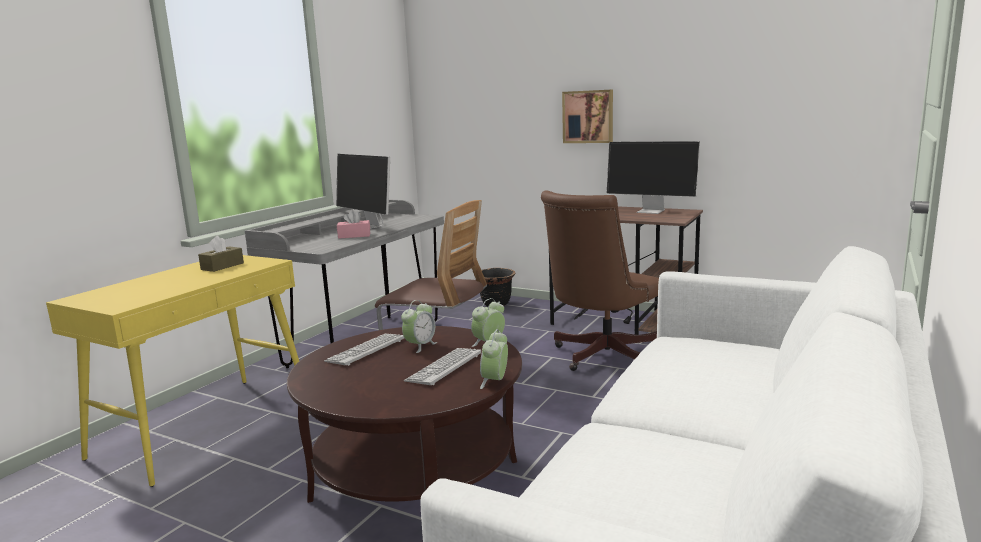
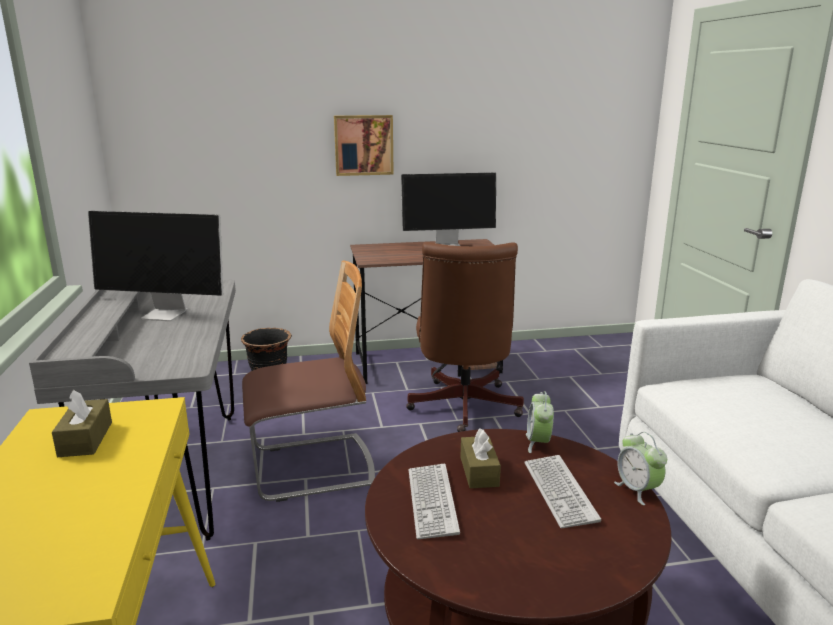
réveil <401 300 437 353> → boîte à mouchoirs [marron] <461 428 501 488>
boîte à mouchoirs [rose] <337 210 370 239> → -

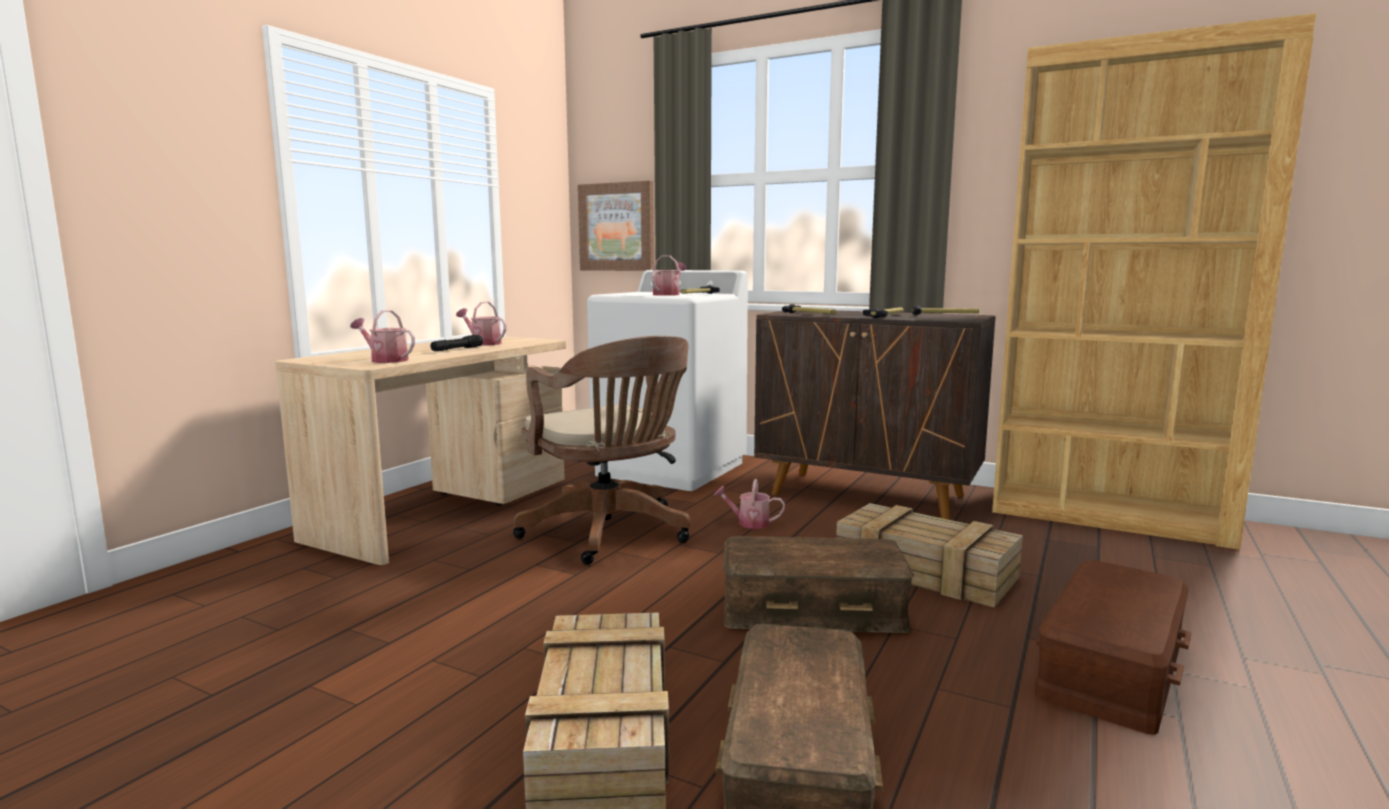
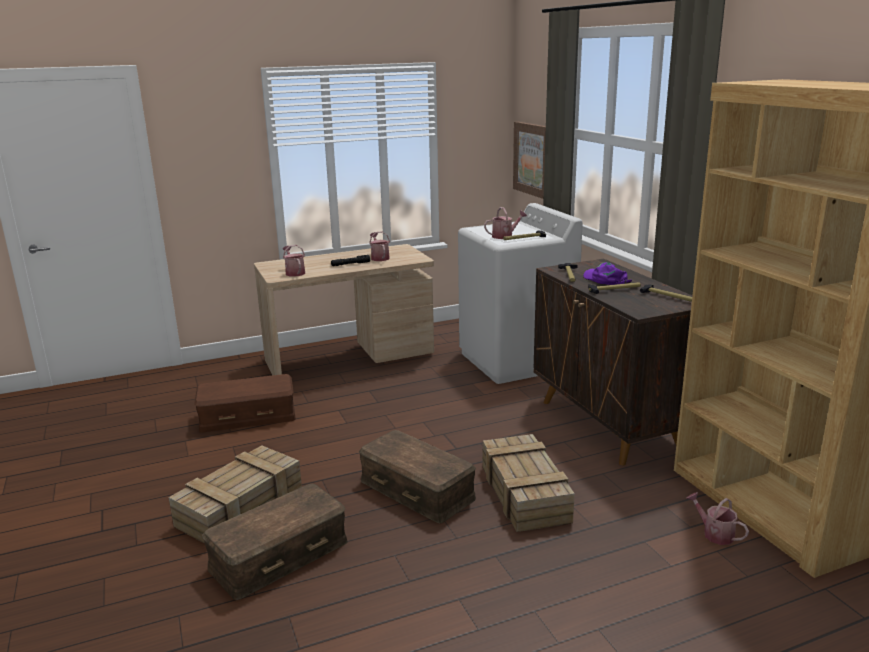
boîte de rangement [marron] <1034 560 1192 735> → boîte de rangement [marron] <194 374 296 433>, relocated
- → casquette [violet] <583 262 632 285>
arrosoir <714 479 785 529> → arrosoir <686 492 749 545>, relocated
chaise de bureau [marron] <513 336 691 565> → -

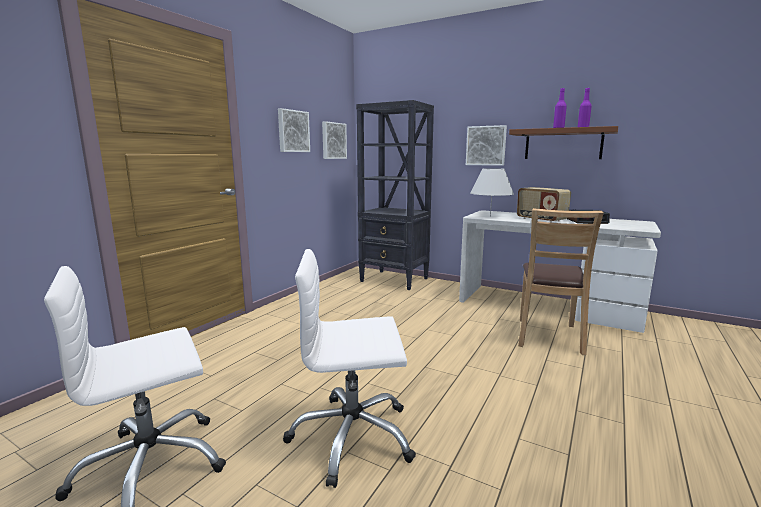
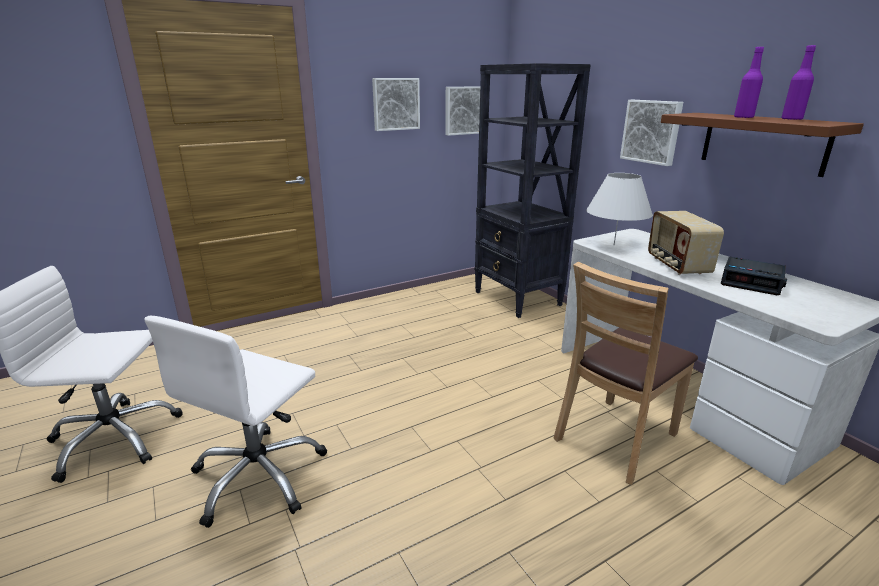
chaise de bureau [blanc] <283 249 416 488> → chaise de bureau [blanc] <144 316 327 528>, 90 degrees counterclockwise

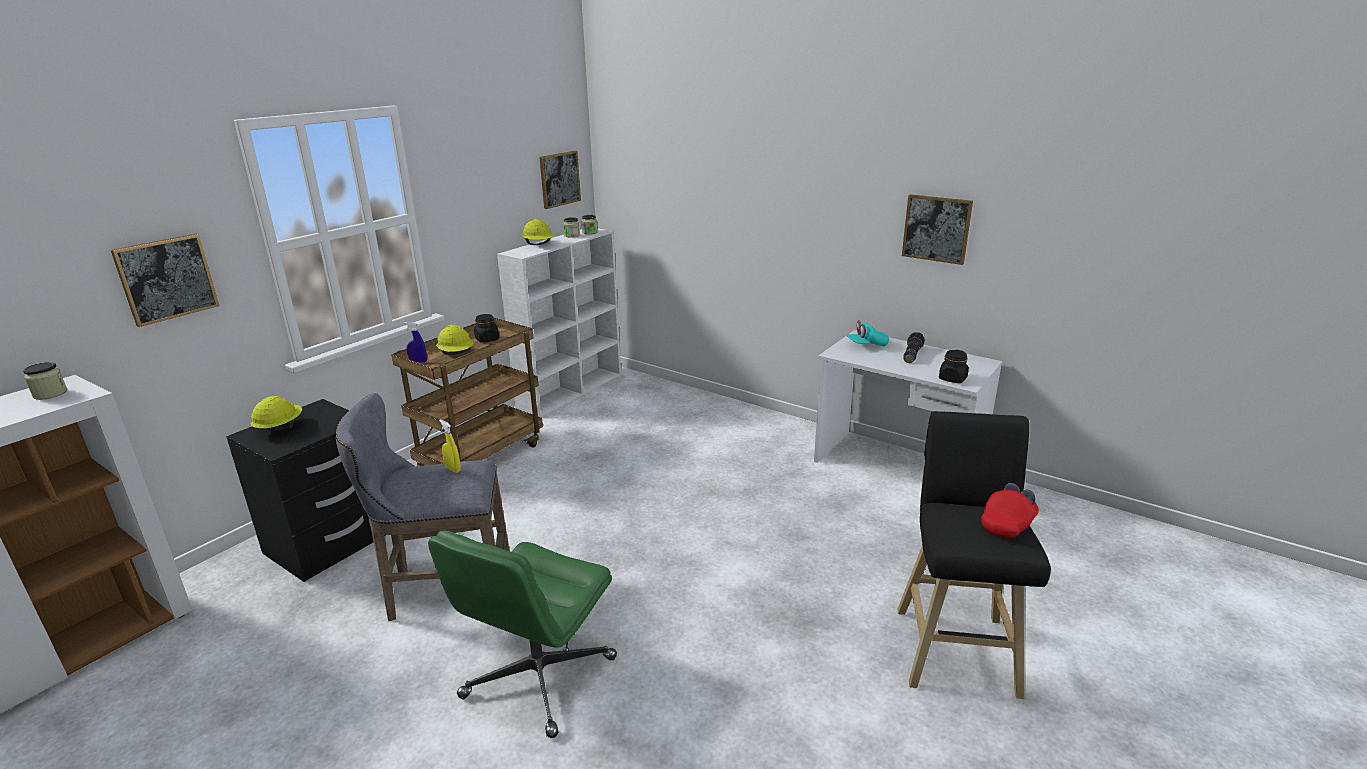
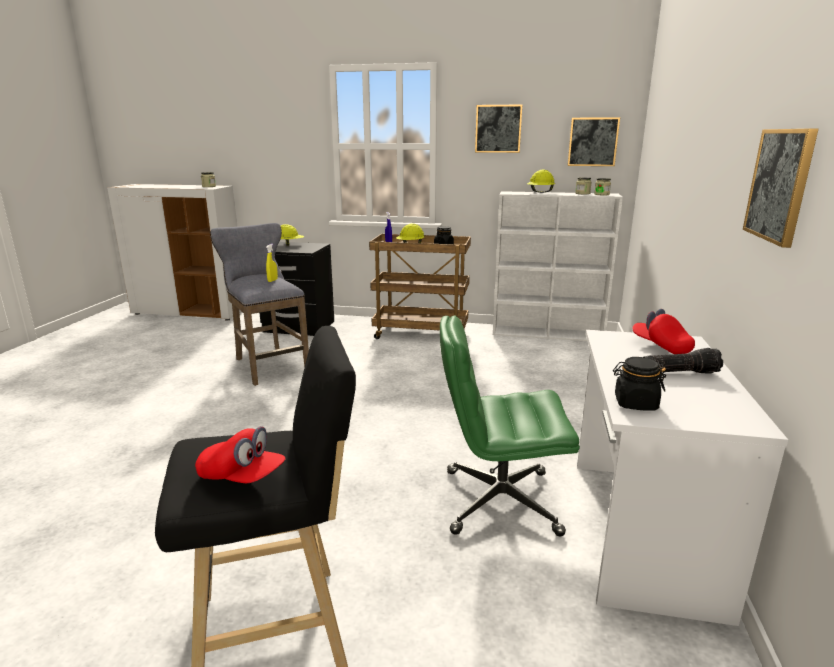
chaise de bureau [vert] <428 531 617 738> → chaise de bureau [vert] <440 315 580 536>, relocated
tableau <111 234 219 327> → tableau <475 105 522 153>, relocated
casquette [turquoise] <846 320 889 346> → casquette [rouge] <632 309 695 354>

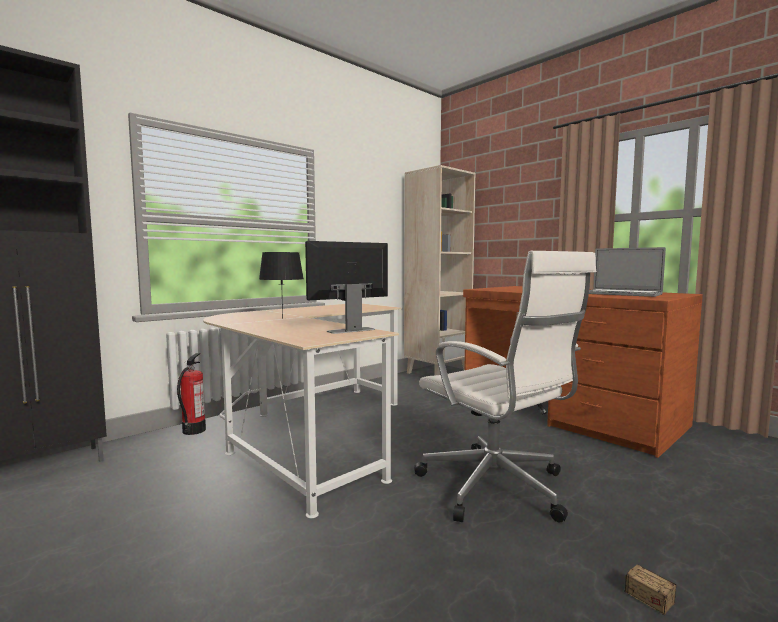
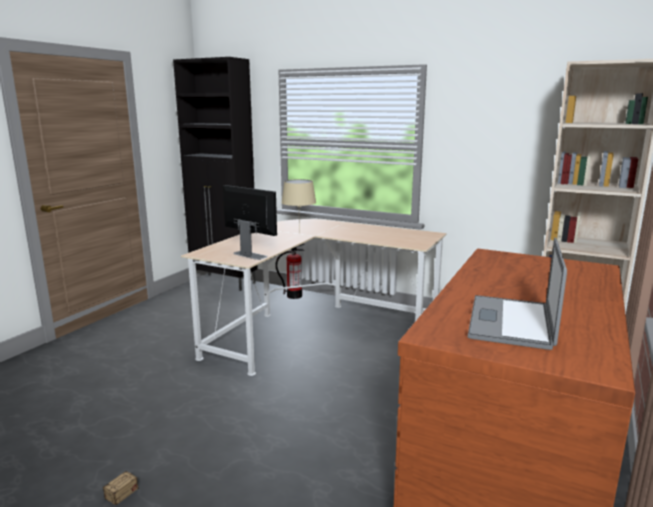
lampe de table [noir] <259 252 304 319> → lampe de table [beige] <281 179 316 233>
chaise de bureau [blanc] <414 251 596 522> → -

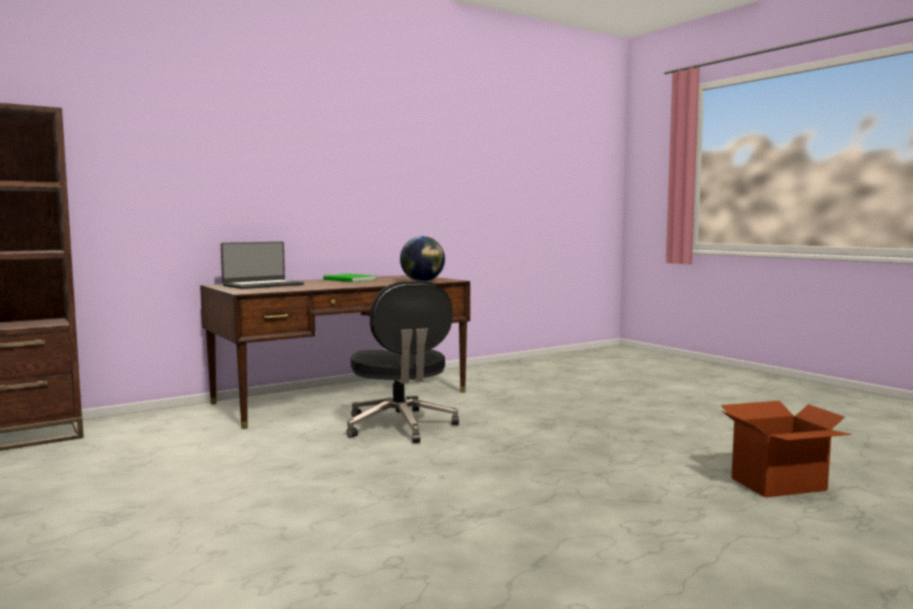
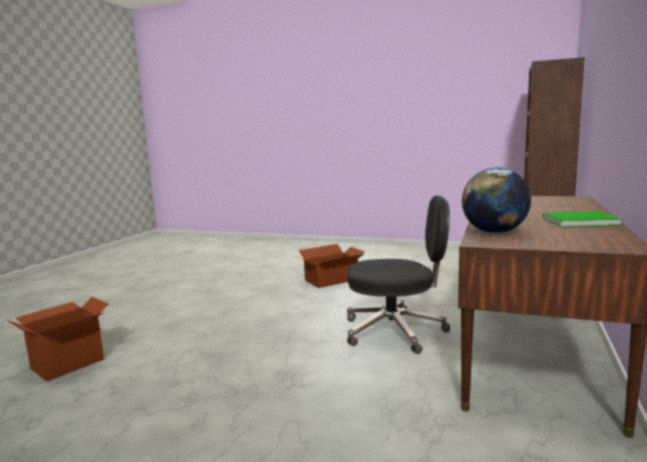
- → carton <296 244 365 288>
chaise de bureau [noir] <346 281 459 443> → chaise de bureau [noir] <347 196 450 354>, 150 degrees clockwise
ordinateur portable <221 242 304 289> → -

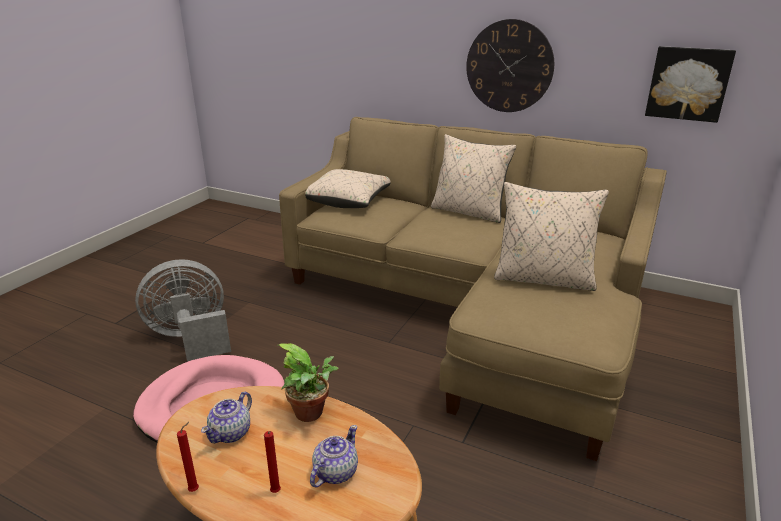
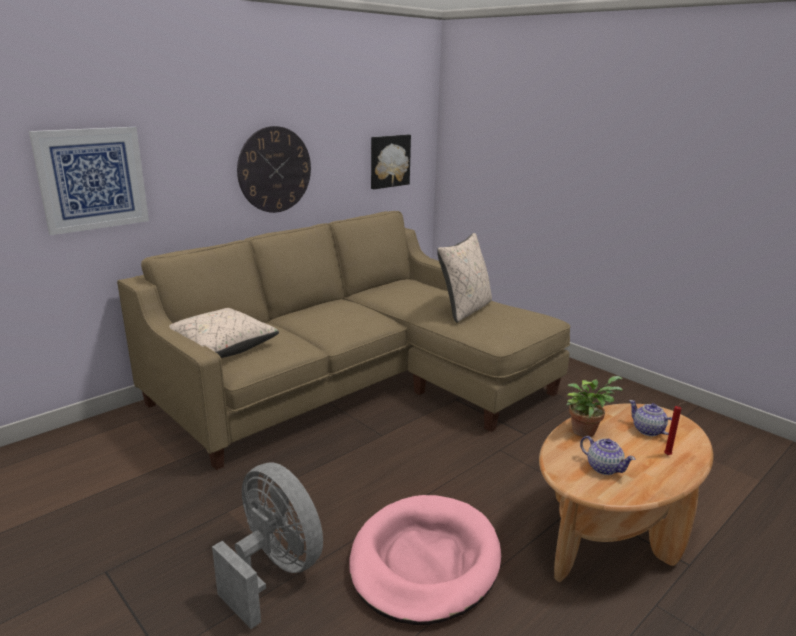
- → tableau <29 127 149 235>
ventilateur [gris] <135 259 231 361> → ventilateur [gris] <212 462 323 629>, 135 degrees clockwise
bougie [rouge] <177 422 199 492> → -
coussin [beige] <431 134 516 223> → -

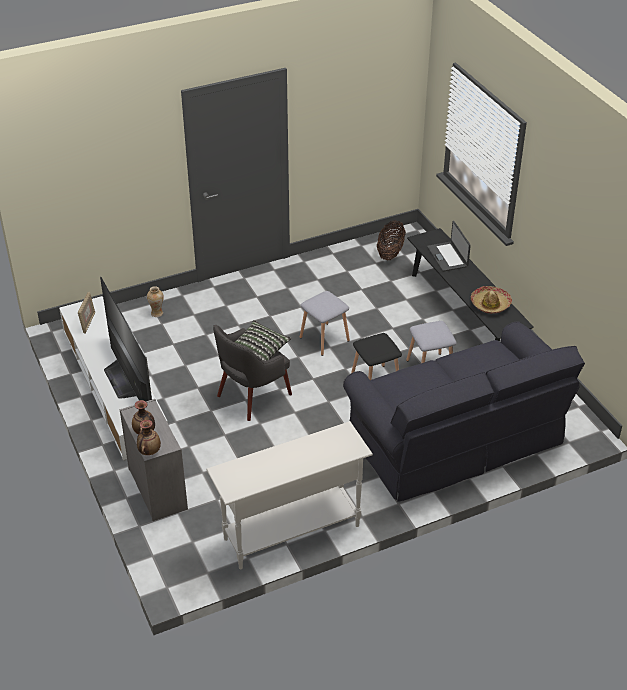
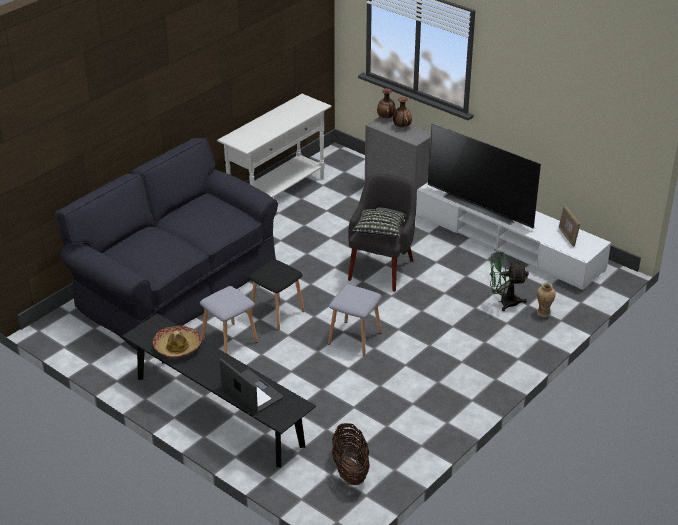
- → ventilateur [vert] <490 252 529 311>

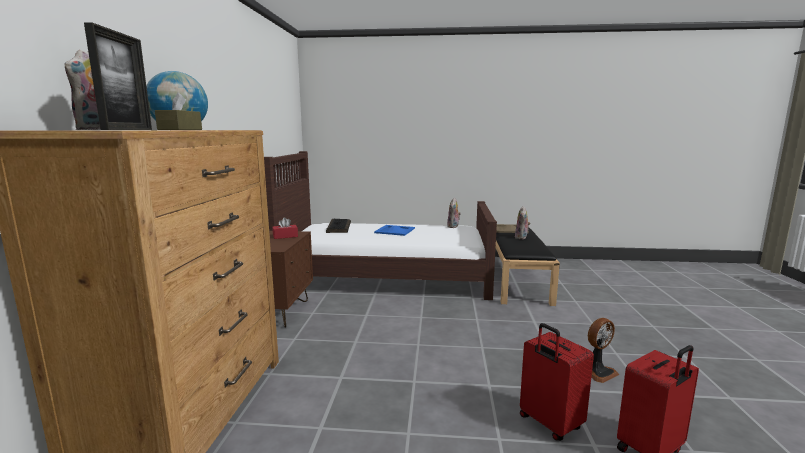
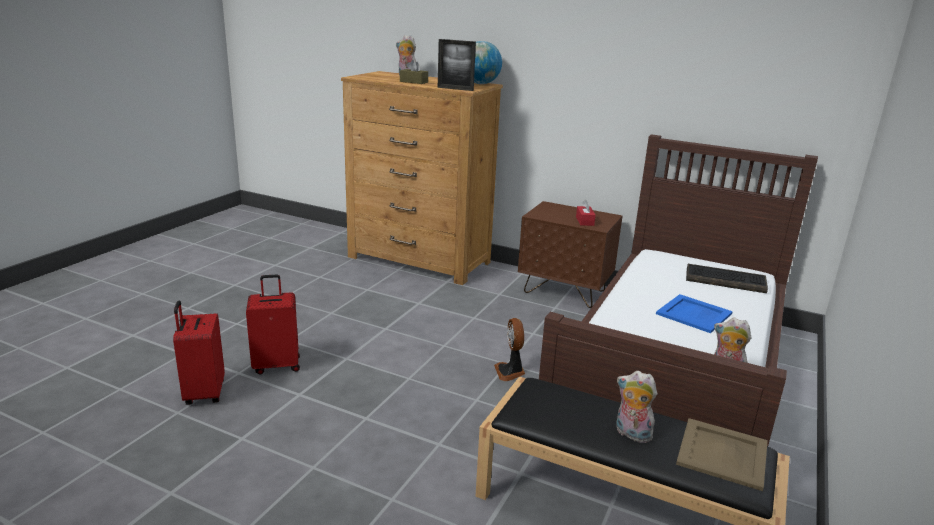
cadre photo <84 22 152 130> → cadre photo <438 39 476 91>, relocated
ventilateur <588 318 620 383> → ventilateur <494 318 525 381>, relocated

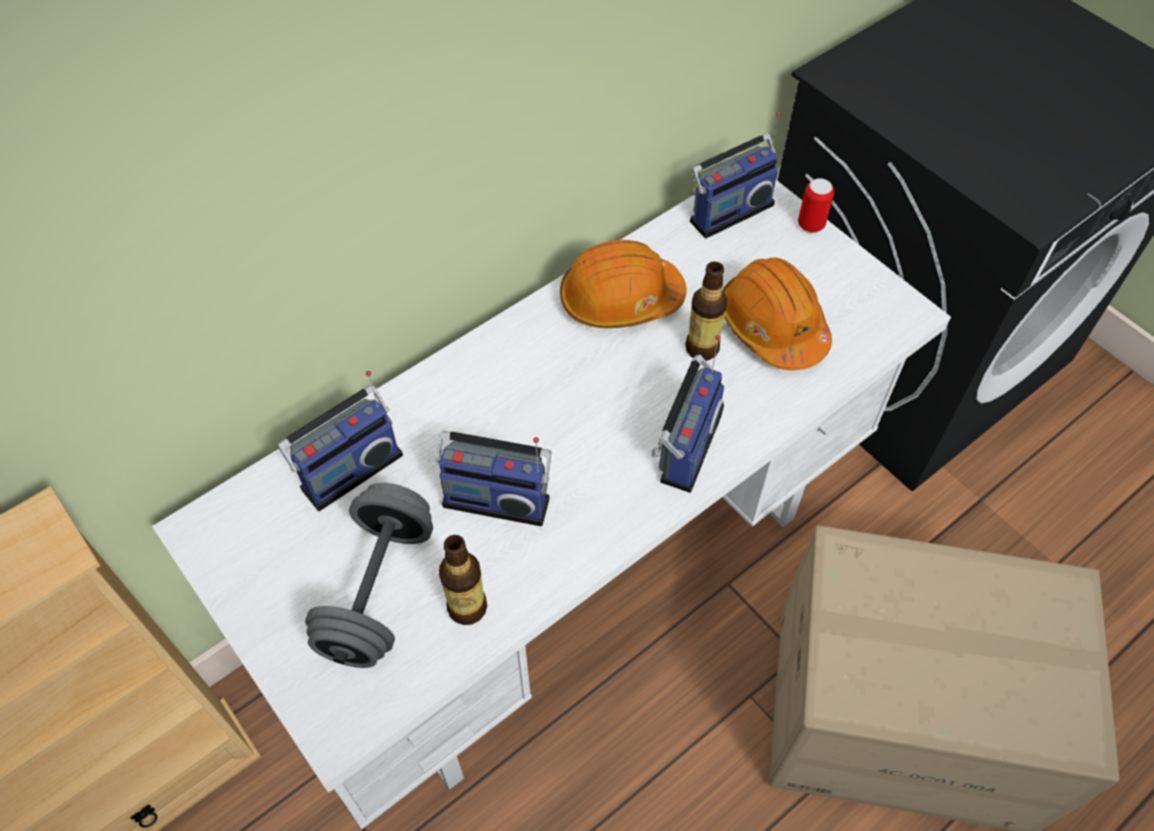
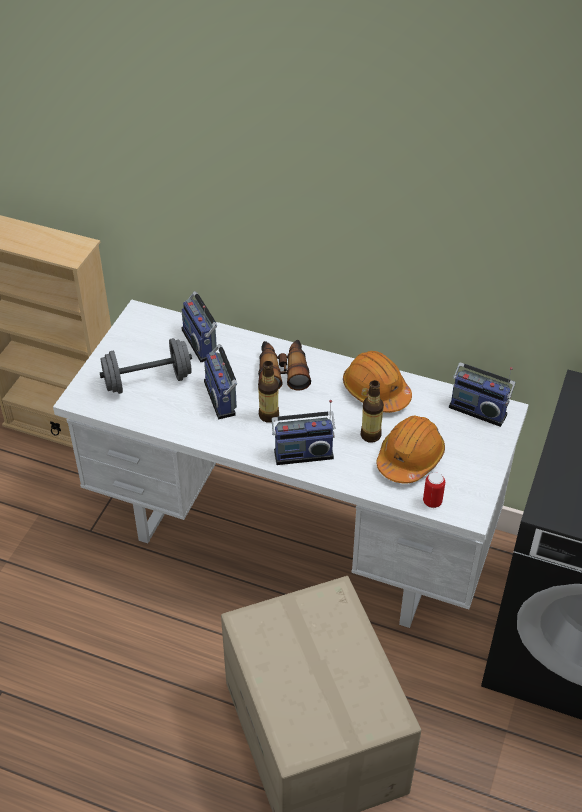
radio <277 371 403 511> → radio <181 291 217 362>, 45 degrees clockwise
- → jumelles <258 340 311 390>
bouteille <439 535 487 625> → bouteille <258 361 279 423>, relocated
boîte métallique <798 178 834 233> → boîte métallique <423 472 445 508>, relocated

